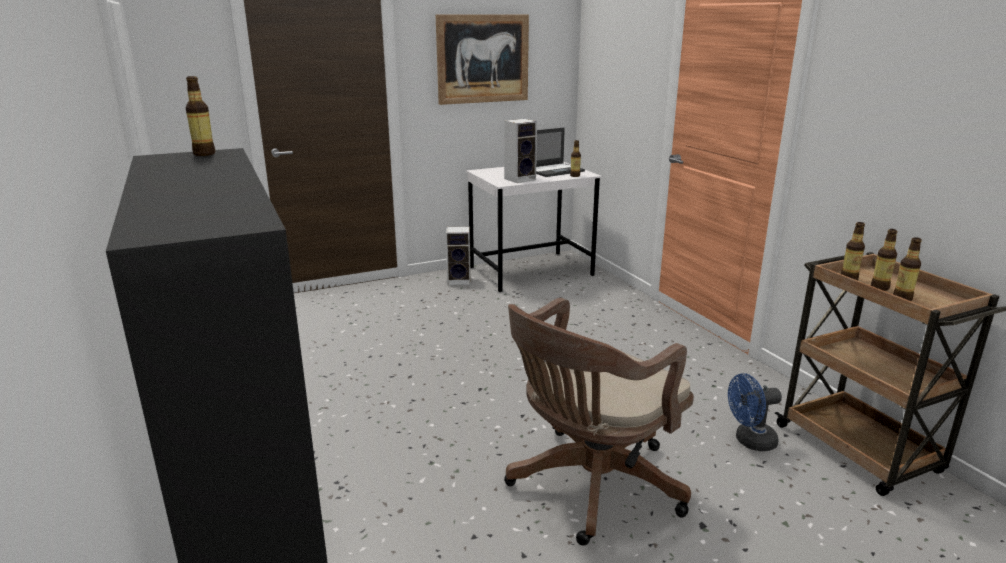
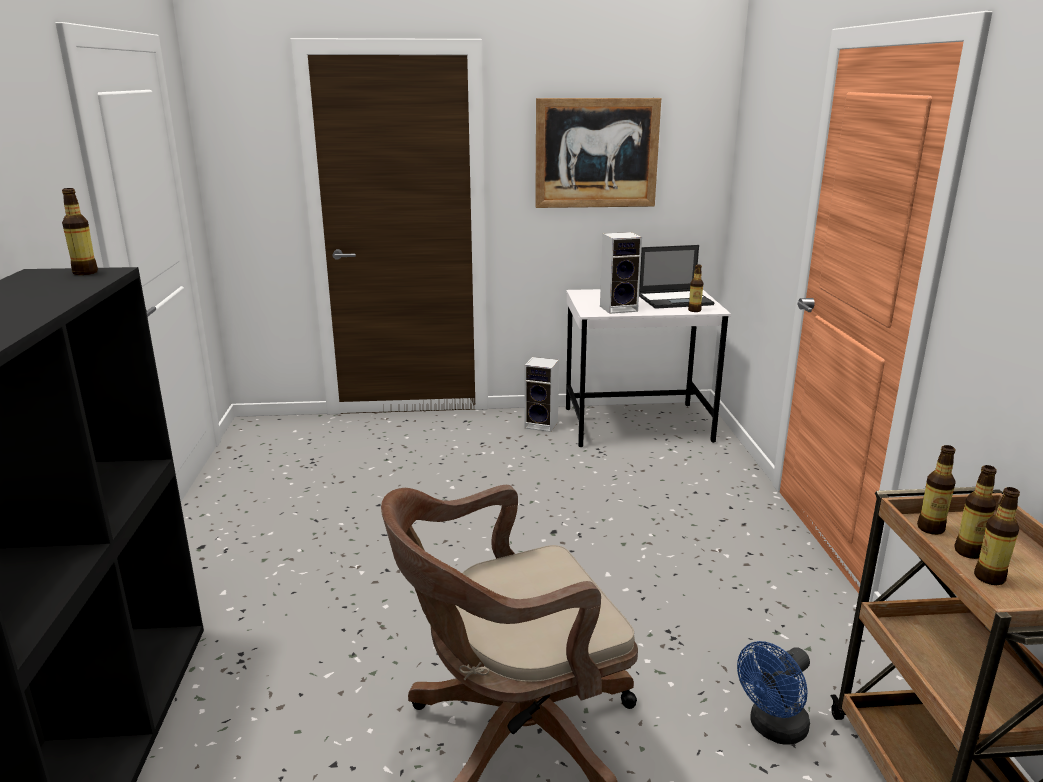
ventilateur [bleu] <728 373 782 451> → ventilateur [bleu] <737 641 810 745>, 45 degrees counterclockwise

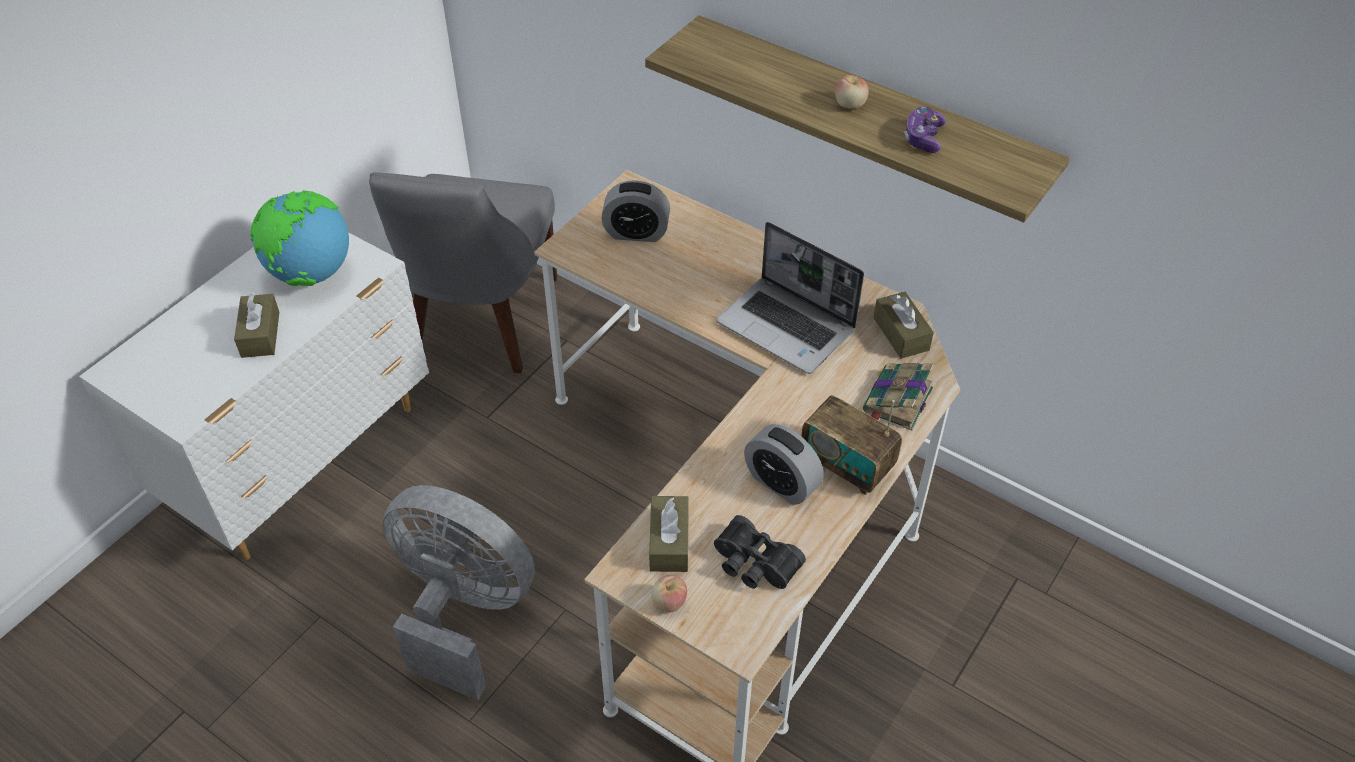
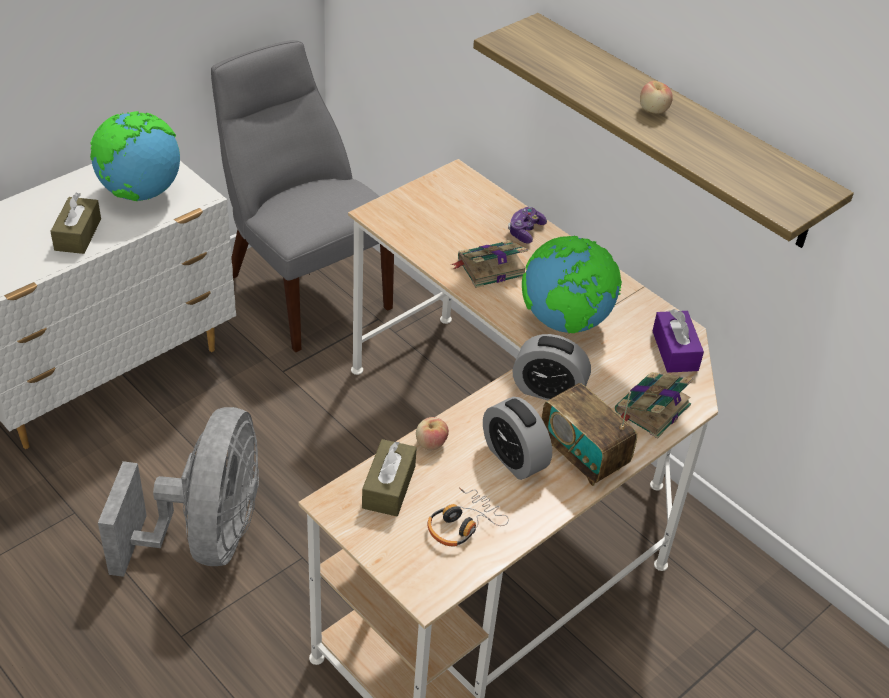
ventilateur [gris] <383 485 535 700> → ventilateur [gris] <98 407 259 577>, 60 degrees clockwise
chaise [gris] <369 172 557 373> → chaise [gris] <211 40 394 352>, 120 degrees clockwise
pomme <652 575 687 613> → pomme <416 417 449 450>, relocated
jumelles [noir] <714 515 806 589> → casque audio <427 487 509 546>
- → livre <451 240 528 288>
manette <904 107 946 153> → manette <508 207 547 243>, relocated
réveil <601 180 670 242> → réveil <512 334 591 400>, relocated
ordinateur portable <717 222 864 374> → globe <522 236 622 333>
boîte à mouchoirs [marron] <873 292 934 359> → boîte à mouchoirs [violet] <653 309 704 373>

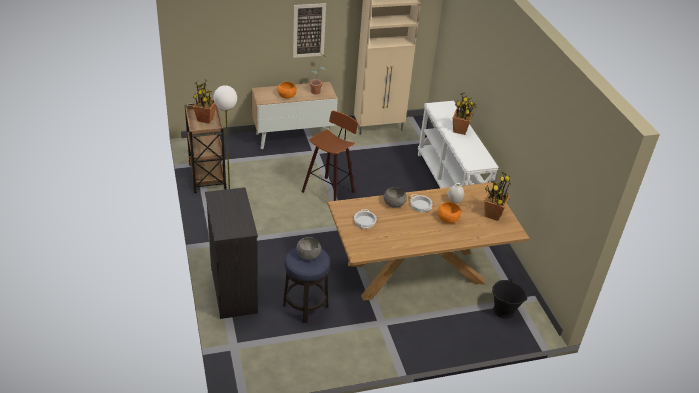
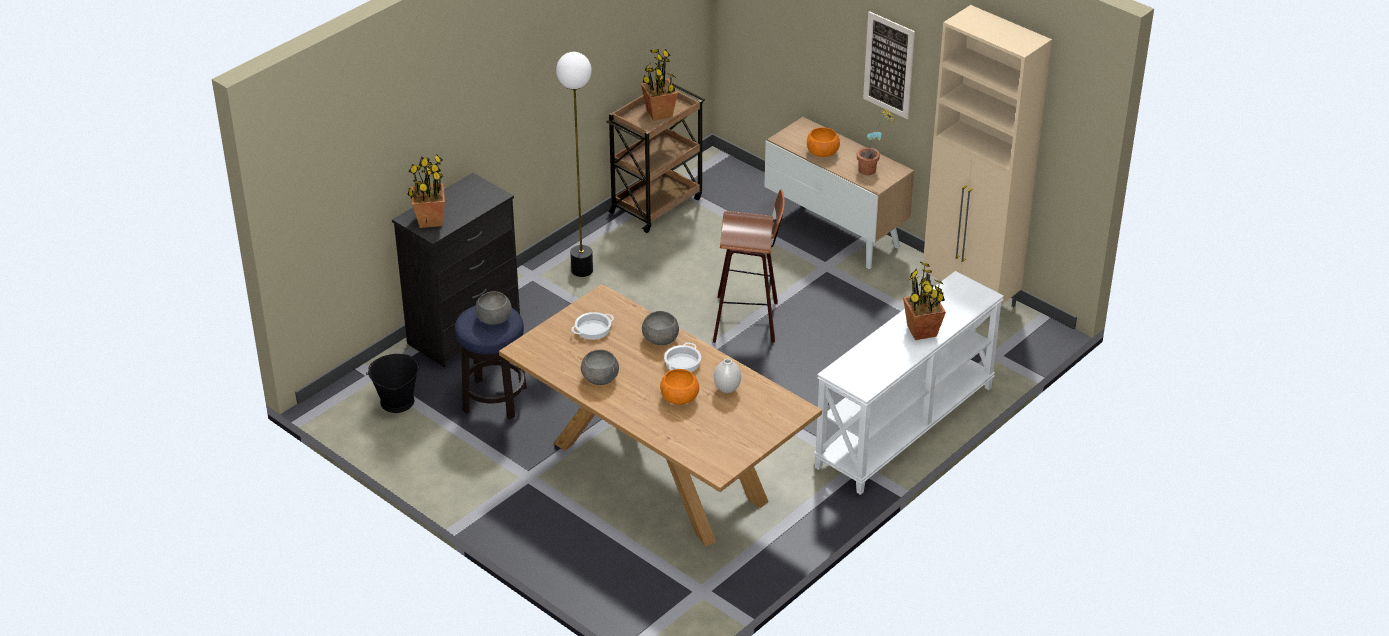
seau [noir] <492 279 527 319> → seau [noir] <366 354 420 413>, relocated
plante en pot <484 172 511 221> → plante en pot <407 154 445 228>, relocated
- → bol [gris] <581 350 619 385>

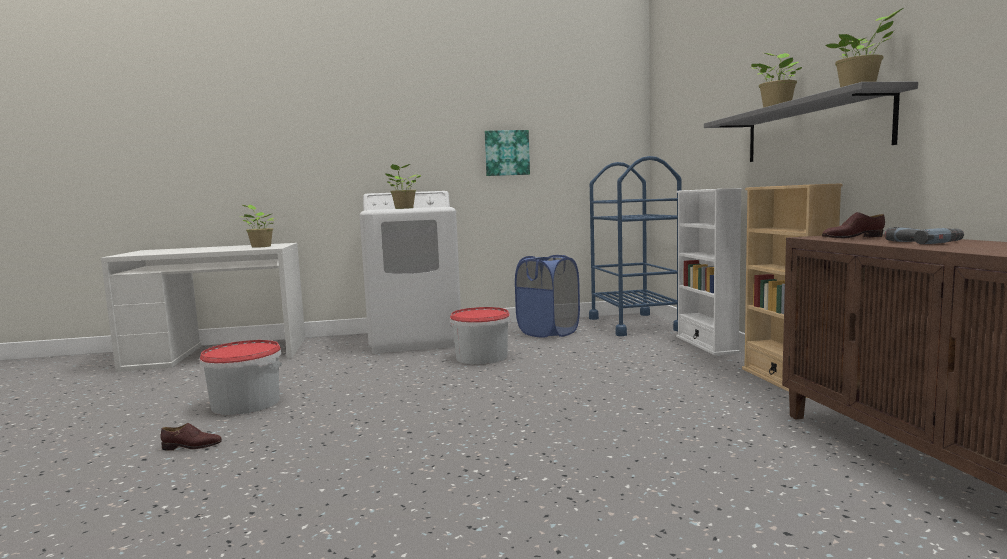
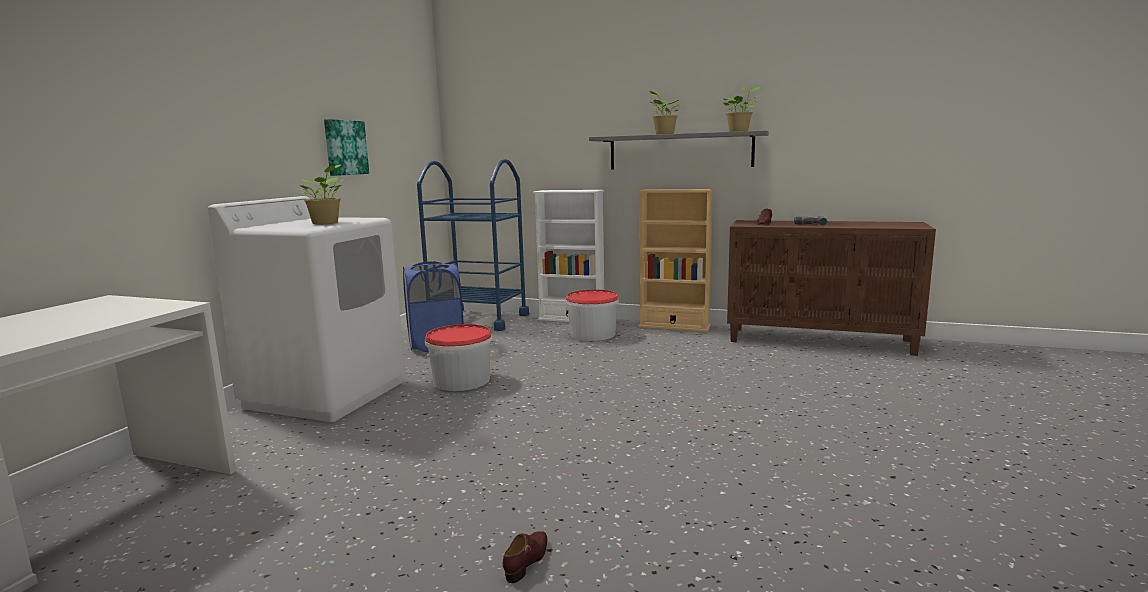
seau <199 340 282 415> → seau <565 289 619 341>, relocated
plante en pot <240 205 274 248> → -

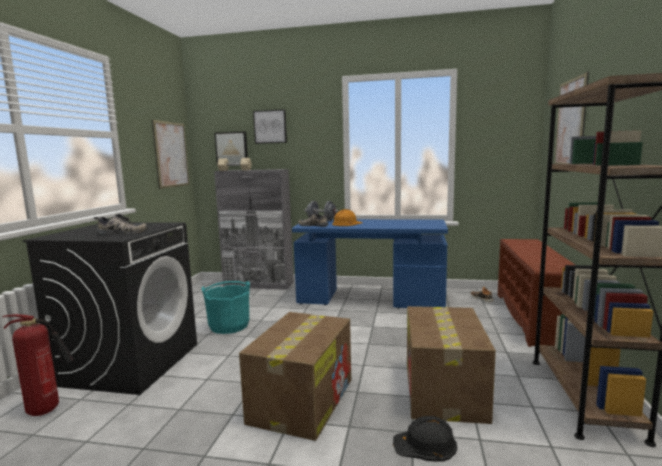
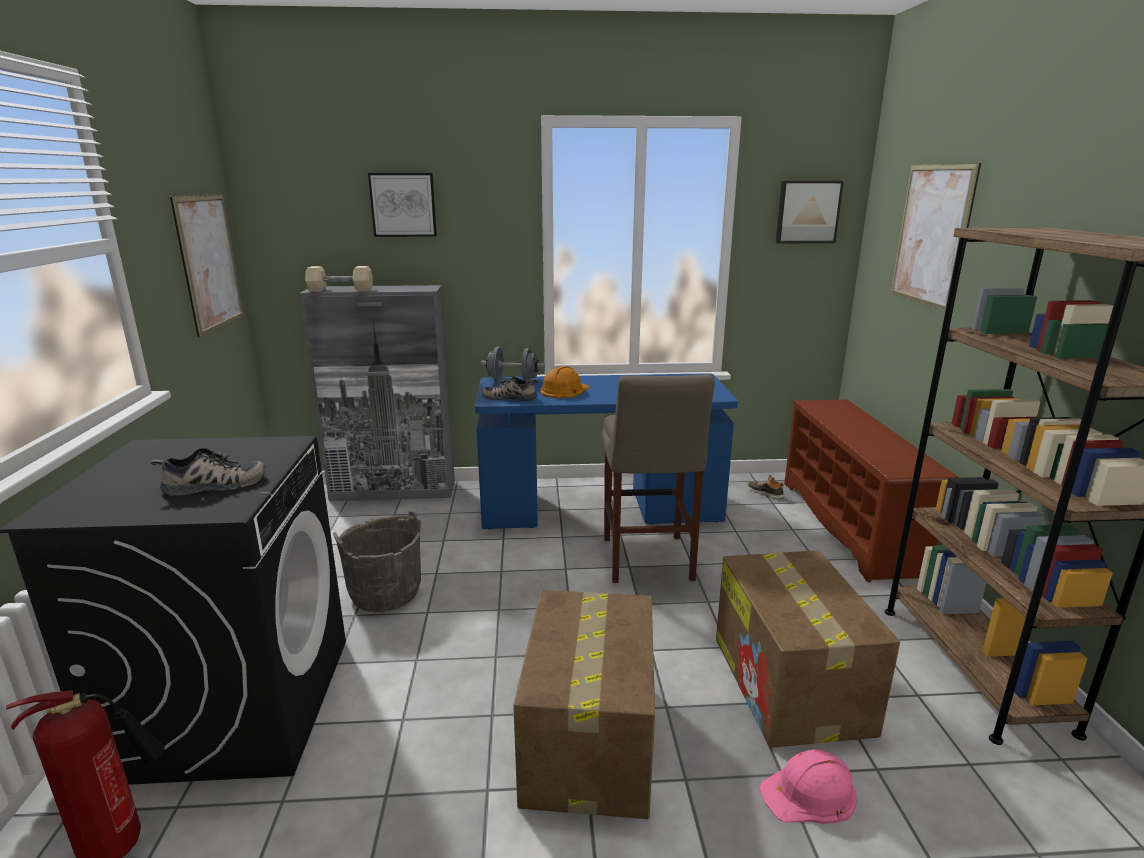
seau [turquoise] <202 281 250 334> → seau [gris] <333 511 421 612>
- → tabouret [beige] <602 374 715 583>
casque de chantier [noir] <393 416 457 461> → casque de chantier [rose] <759 749 857 824>
tableau <214 131 248 164> → tableau <776 181 844 244>, relocated

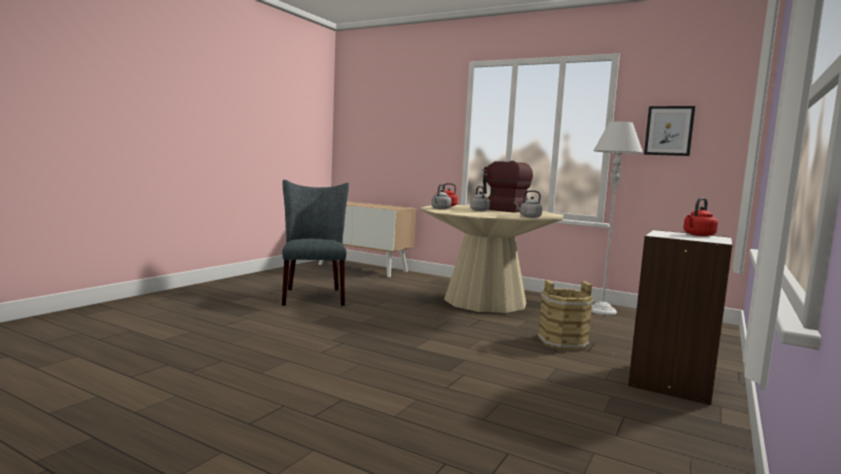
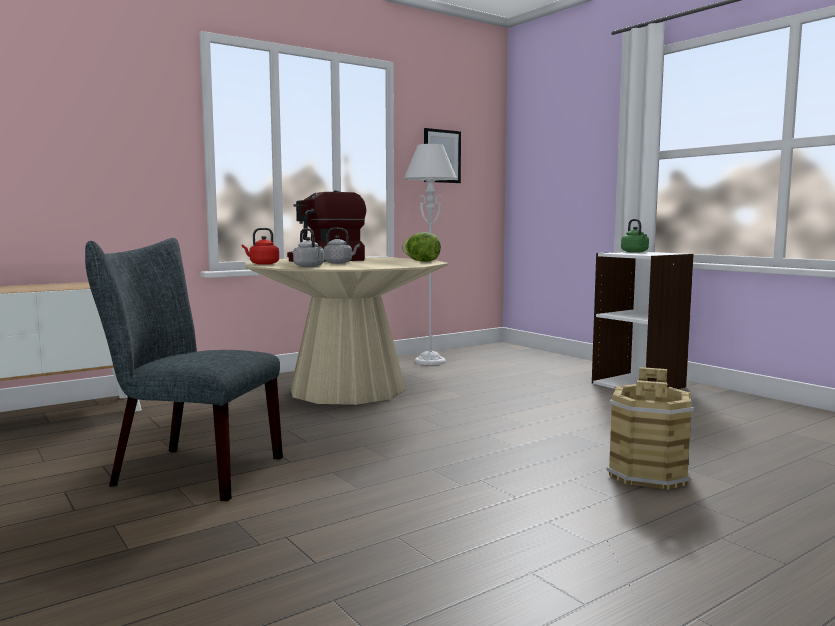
bouilloire [gris] <514 190 542 218> → laitue <402 232 441 262>
seau [marron] <537 280 594 350> → seau [marron] <607 367 694 490>, relocated
bouilloire [rouge] <683 198 718 236> → bouilloire [vert] <621 219 649 253>

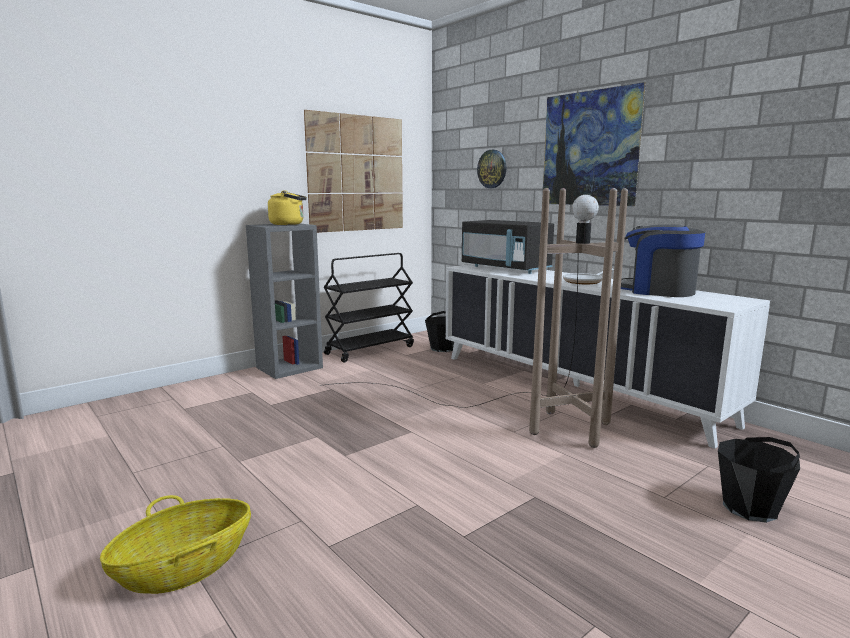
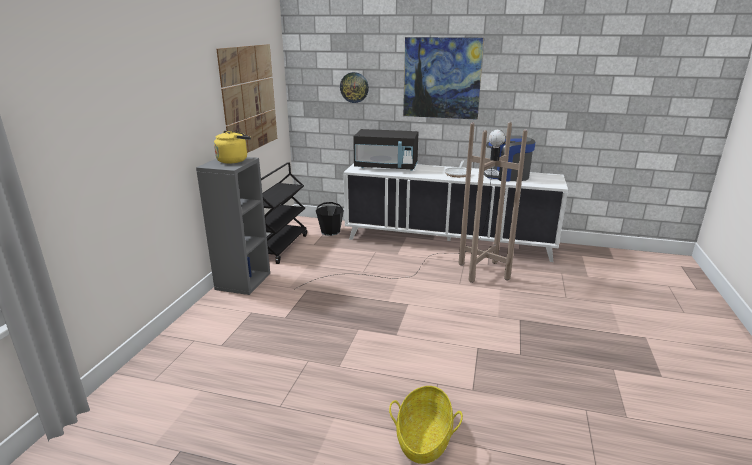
seau [noir] <718 437 800 523> → -

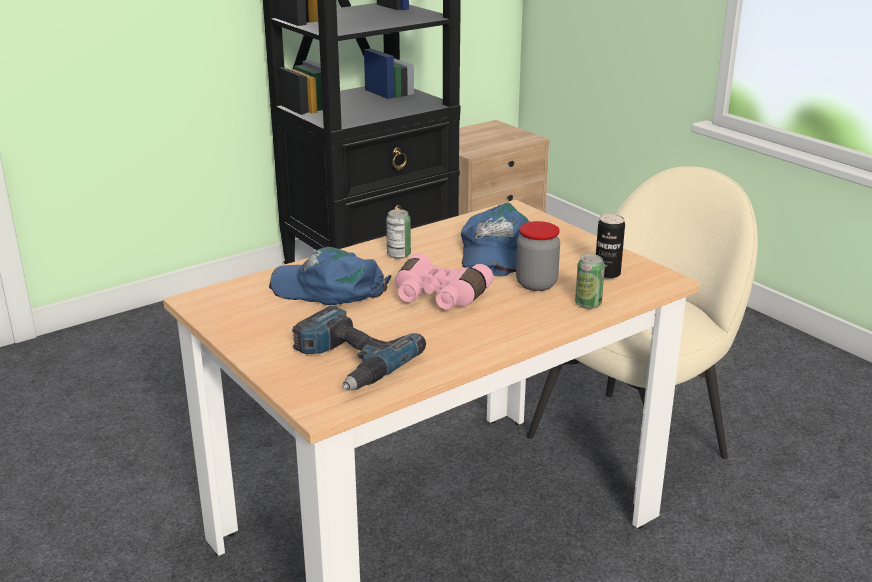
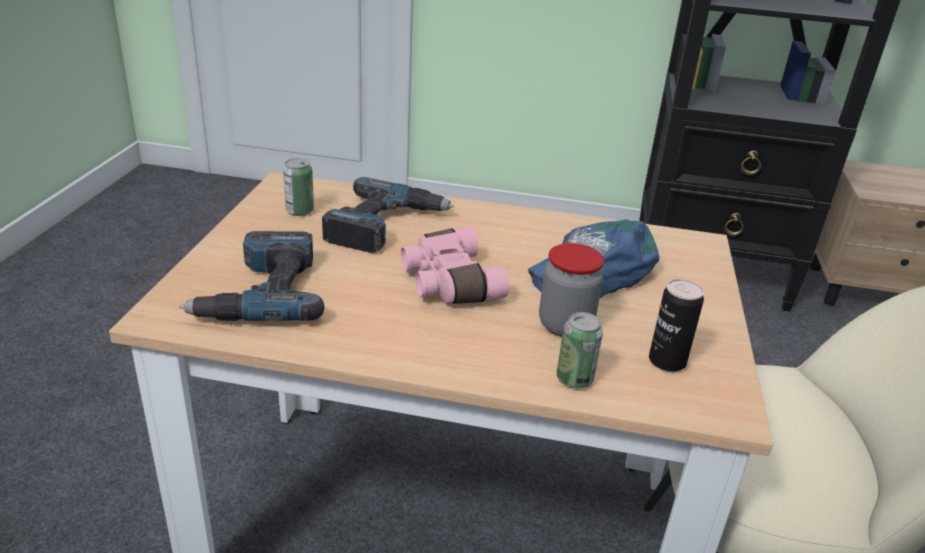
boîte métallique <386 209 411 259> → boîte métallique <283 158 314 216>, relocated
casquette [bleu] <269 247 391 305> → perceuse <322 177 454 253>

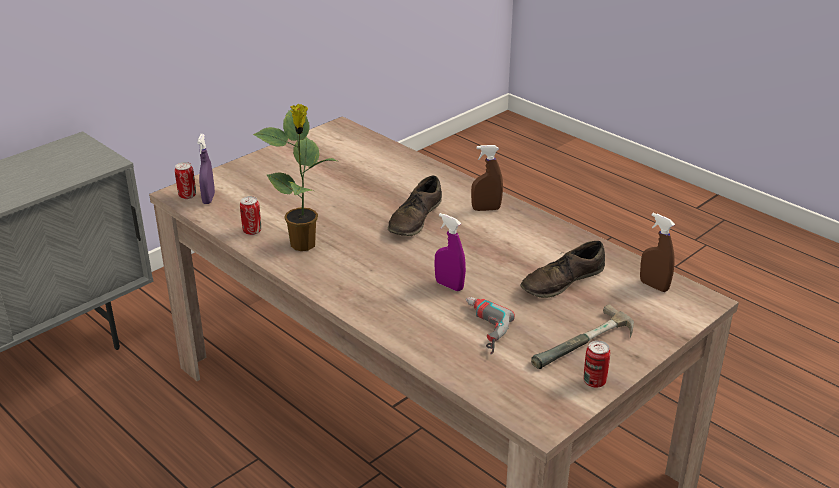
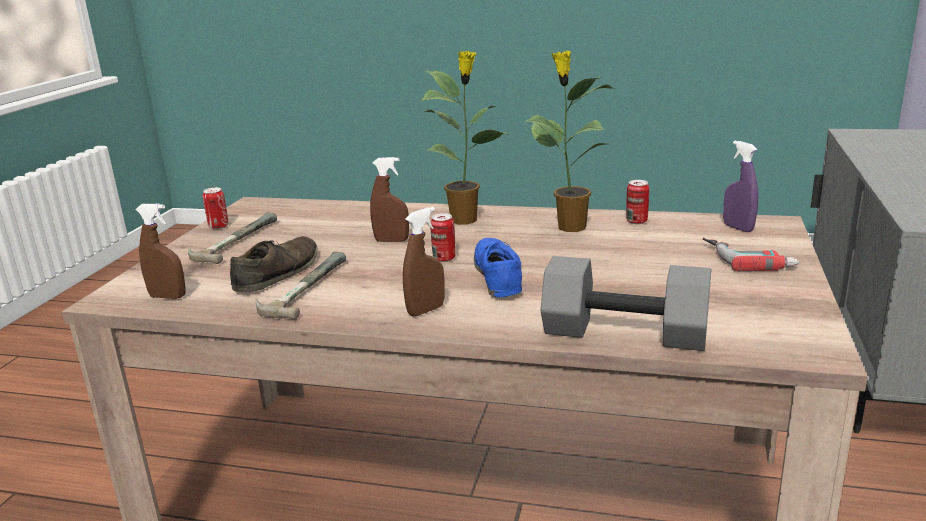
- → marteau <255 252 346 320>
vaporisateur [violet] <434 213 466 291> → vaporisateur [marron] <370 157 409 242>
- → plante en pot <422 51 509 225>
boîte métallique <175 162 196 199> → boîte métallique <430 213 456 262>, relocated
chaussure [marron] <388 175 442 236> → chaussure [bleu] <474 238 522 298>
- → haltère [gris] <541 256 712 351>
perceuse <466 297 515 354> → perceuse <703 237 800 271>, relocated

